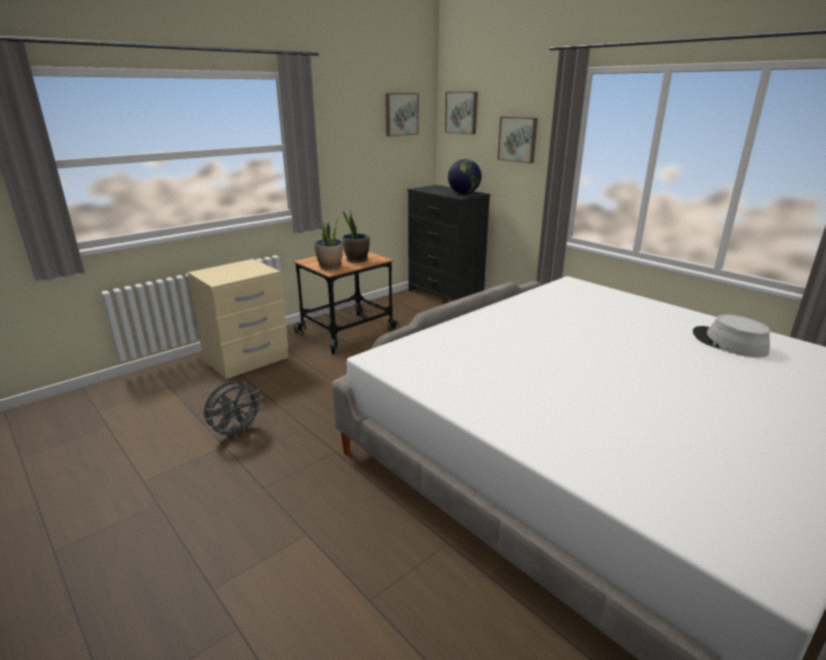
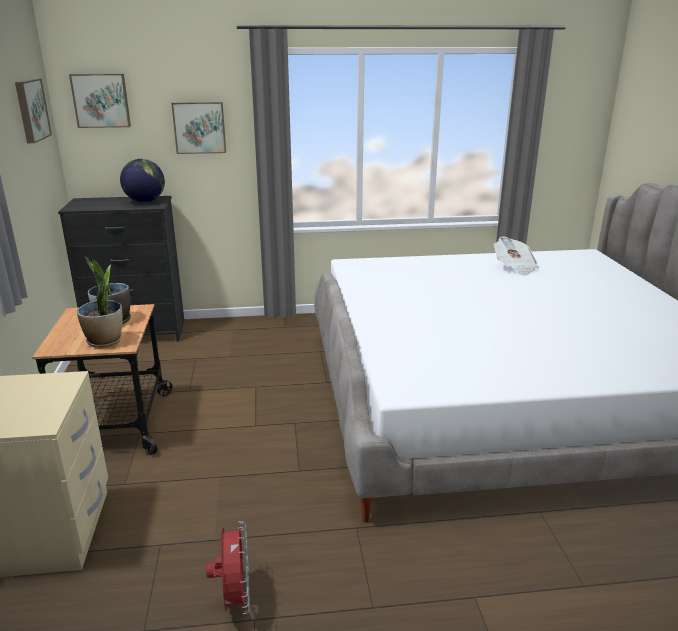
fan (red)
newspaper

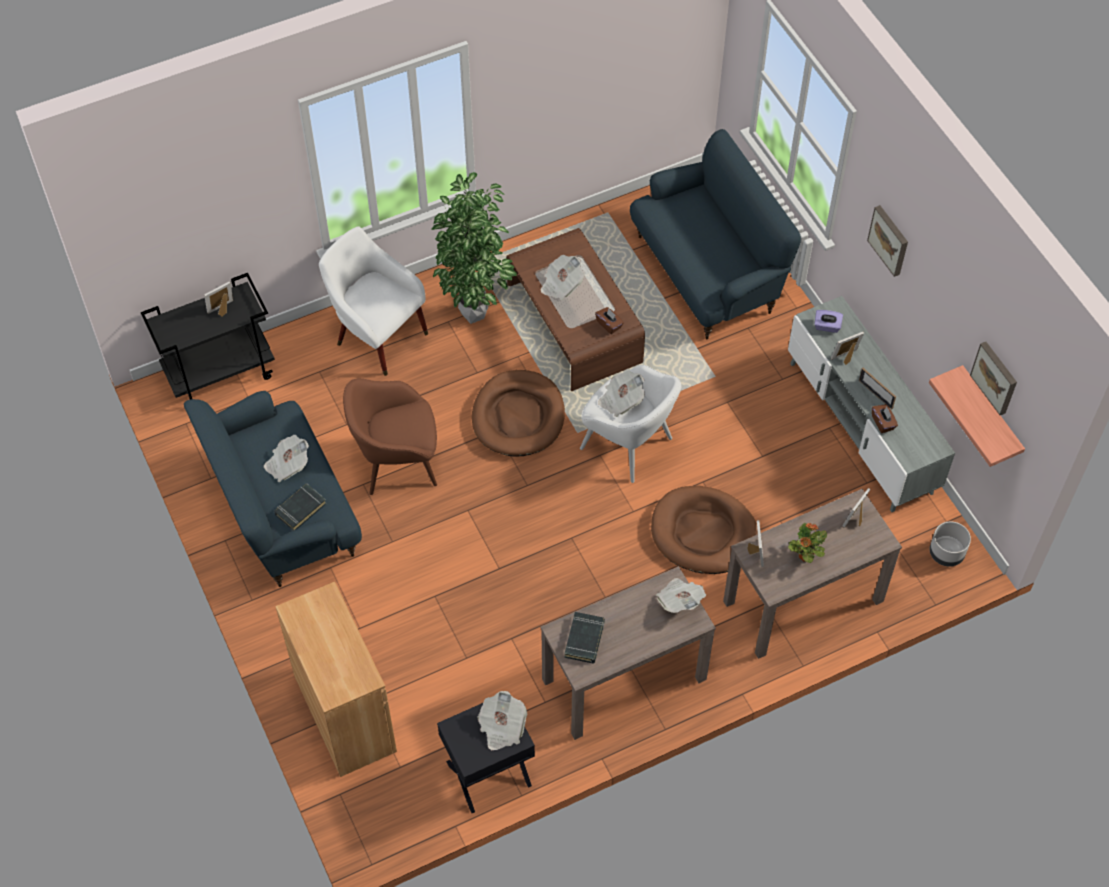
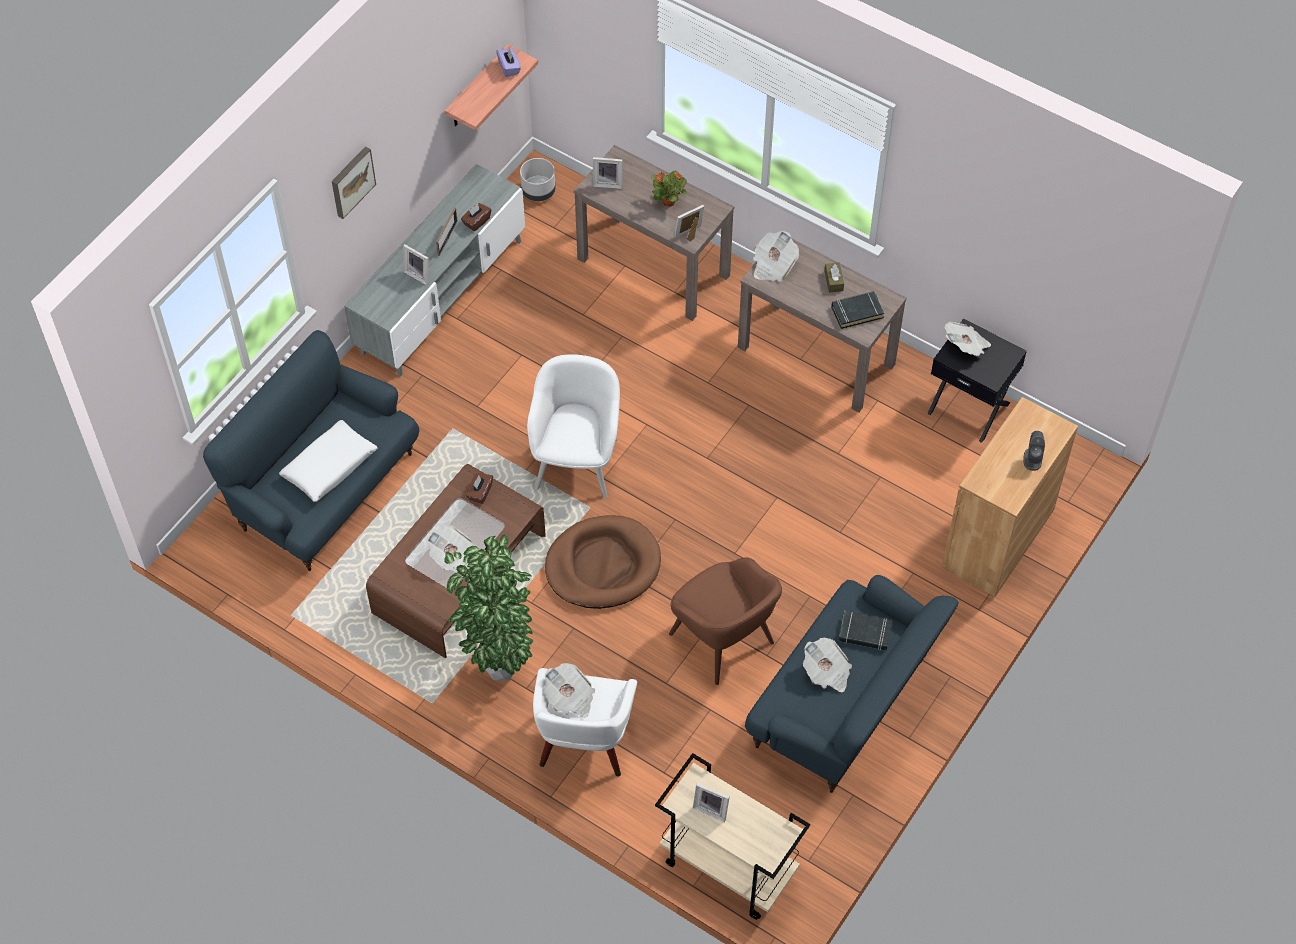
pillow (white)
tissue box (purple)
newspaper (2nd from left)
cart (beige)
tissue box (brown) (3rd from left)
speaker (grey)
dog bed (brown) (2nd from left in the first image)
picture (2nd from left in the first image)

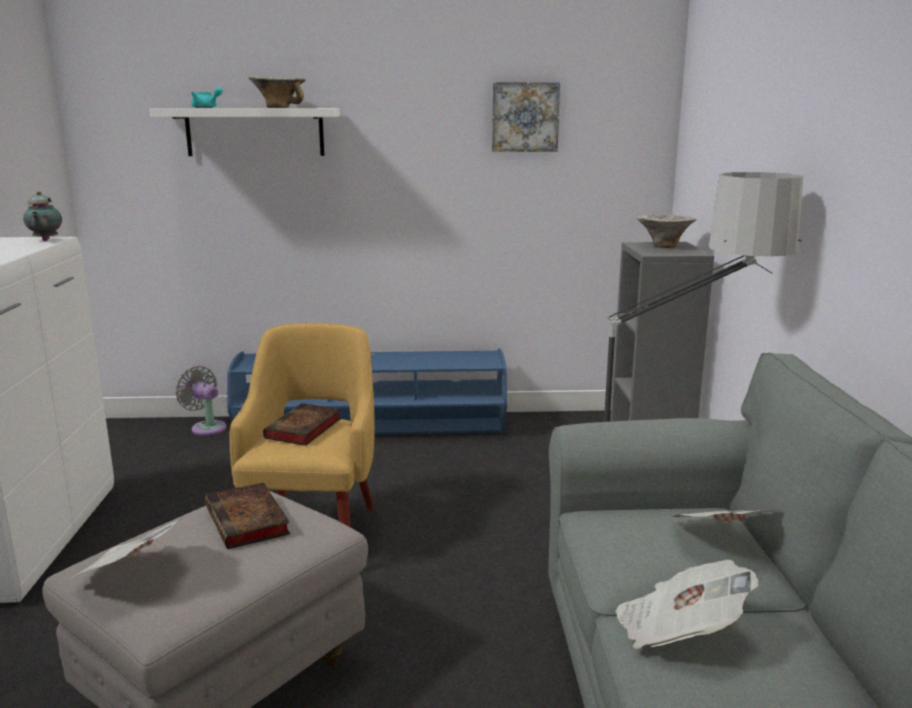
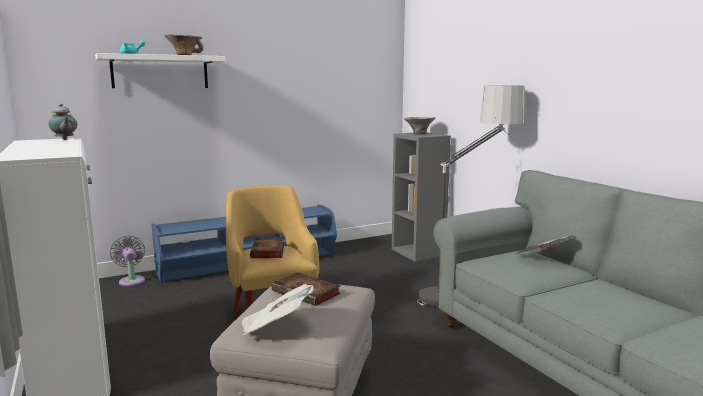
fan (grey)
picture
newspaper (2nd from left in the first image)

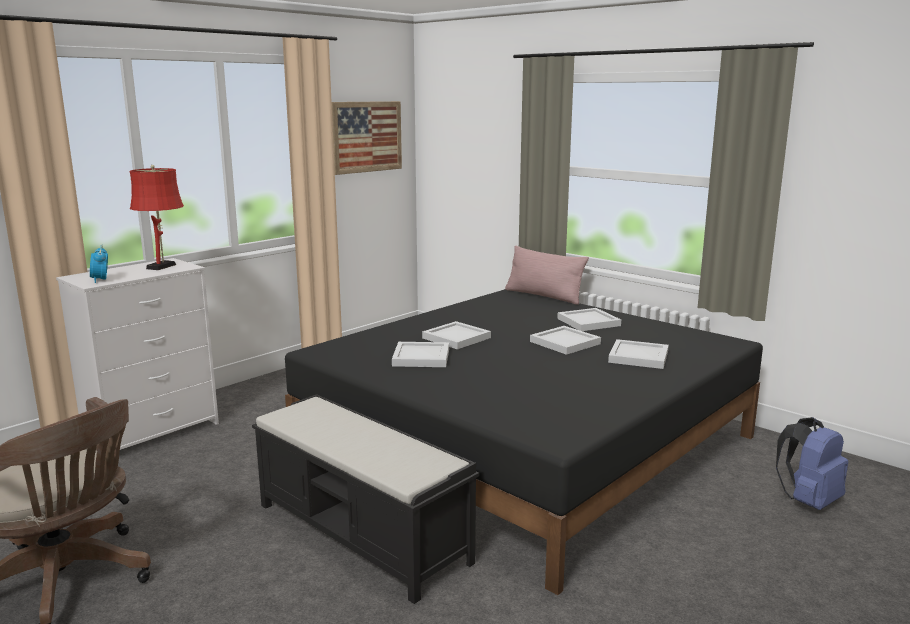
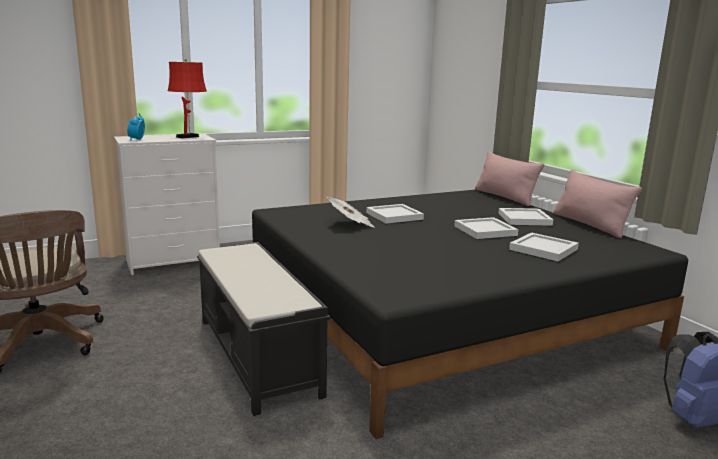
newspaper
pillow (pink) (2nd from left)
picture

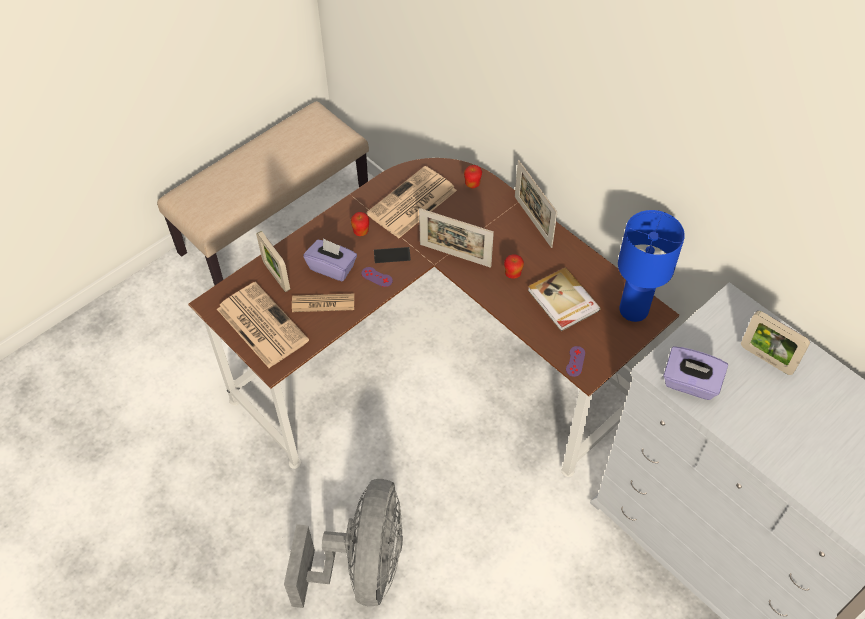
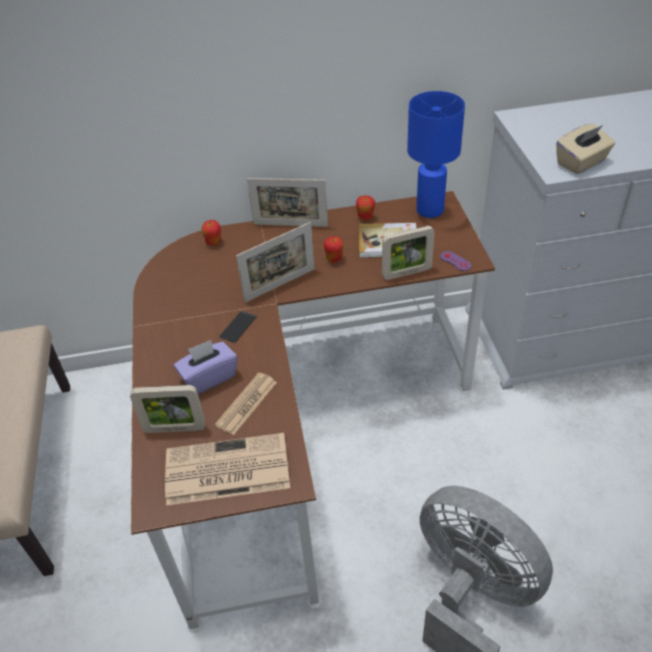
apple (3rd from left)
picture frame (4th from left)
tissue box (beige)
game controller (purple) (1st from left in the first image)
newspaper (3rd from left in the first image)

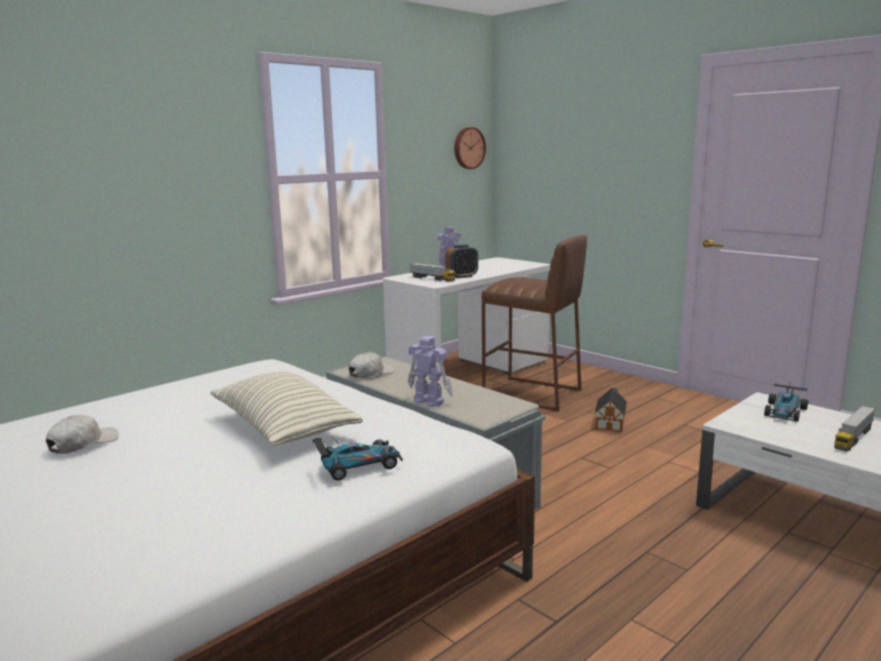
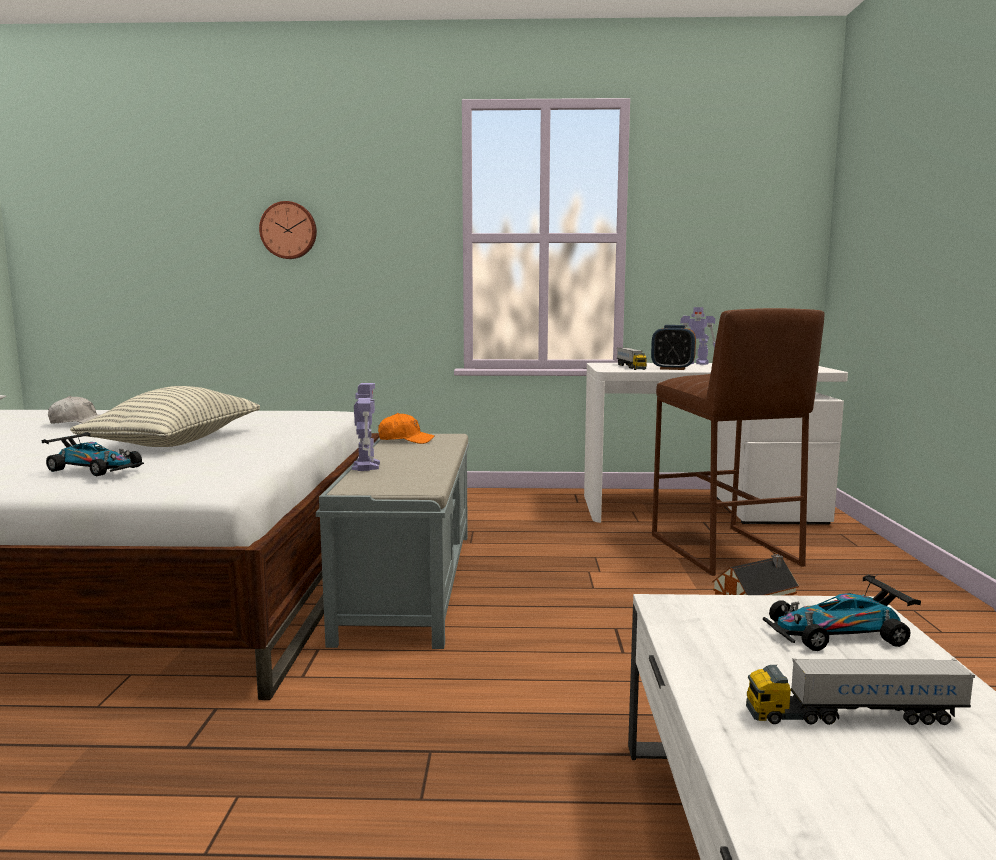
wall clock
cap (orange)

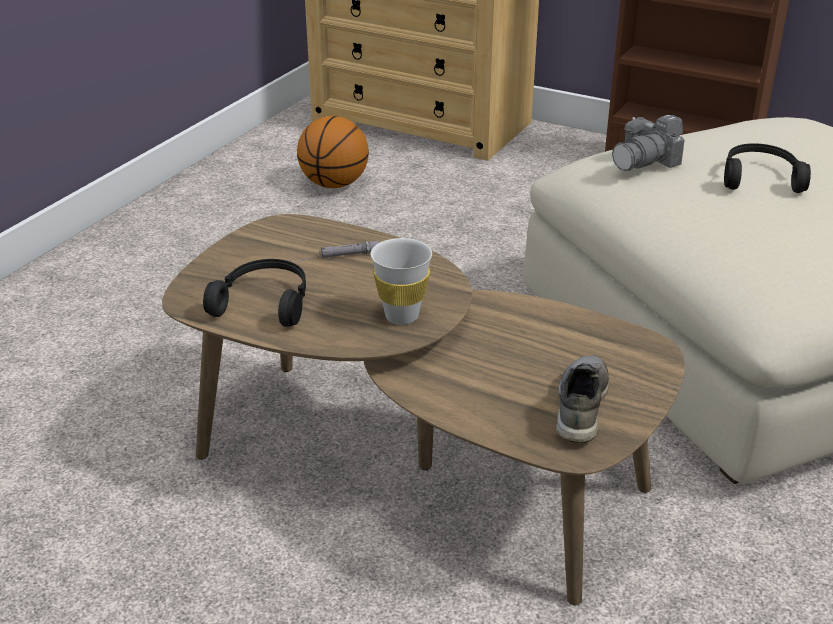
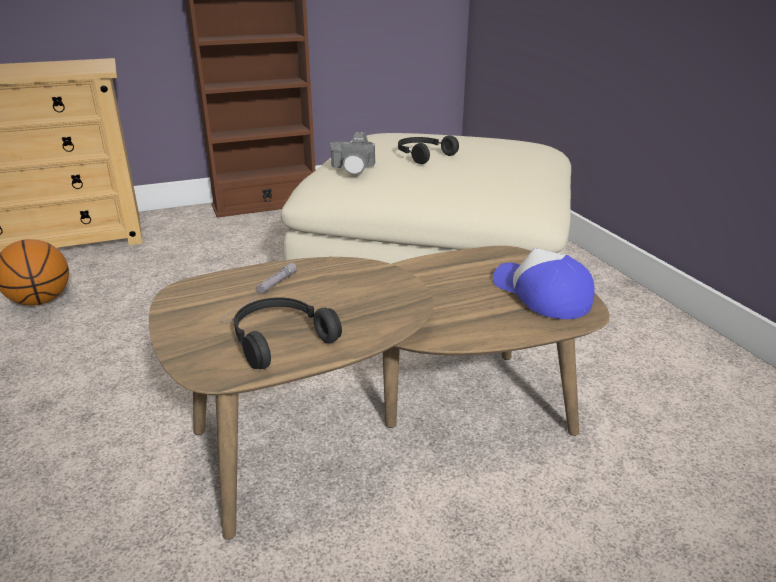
cap
cup (white)

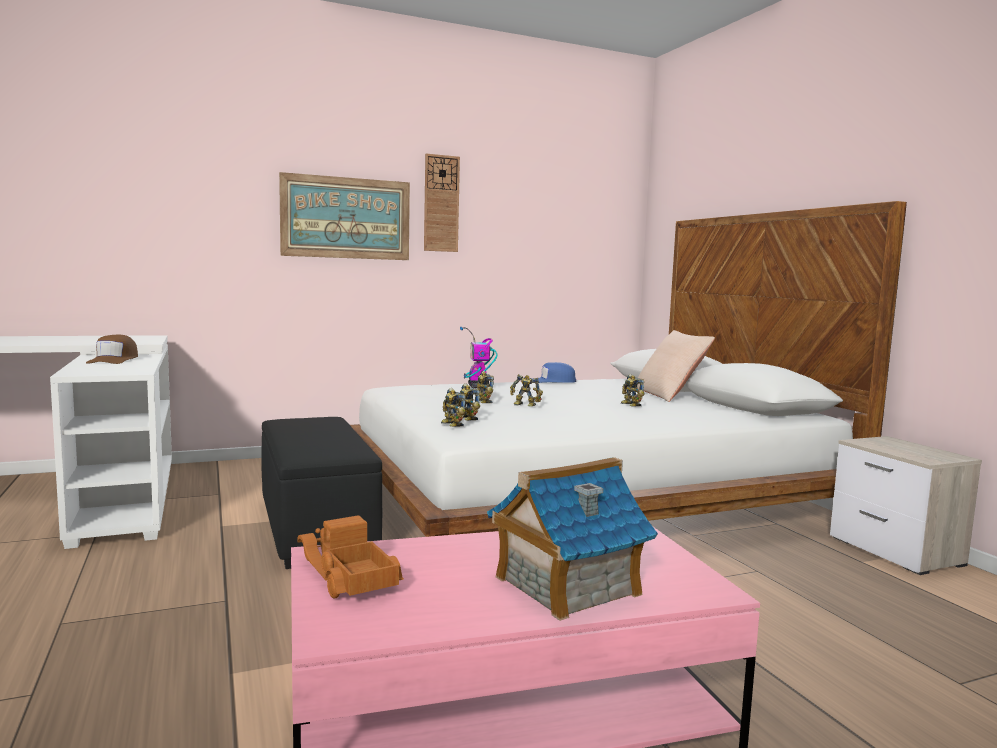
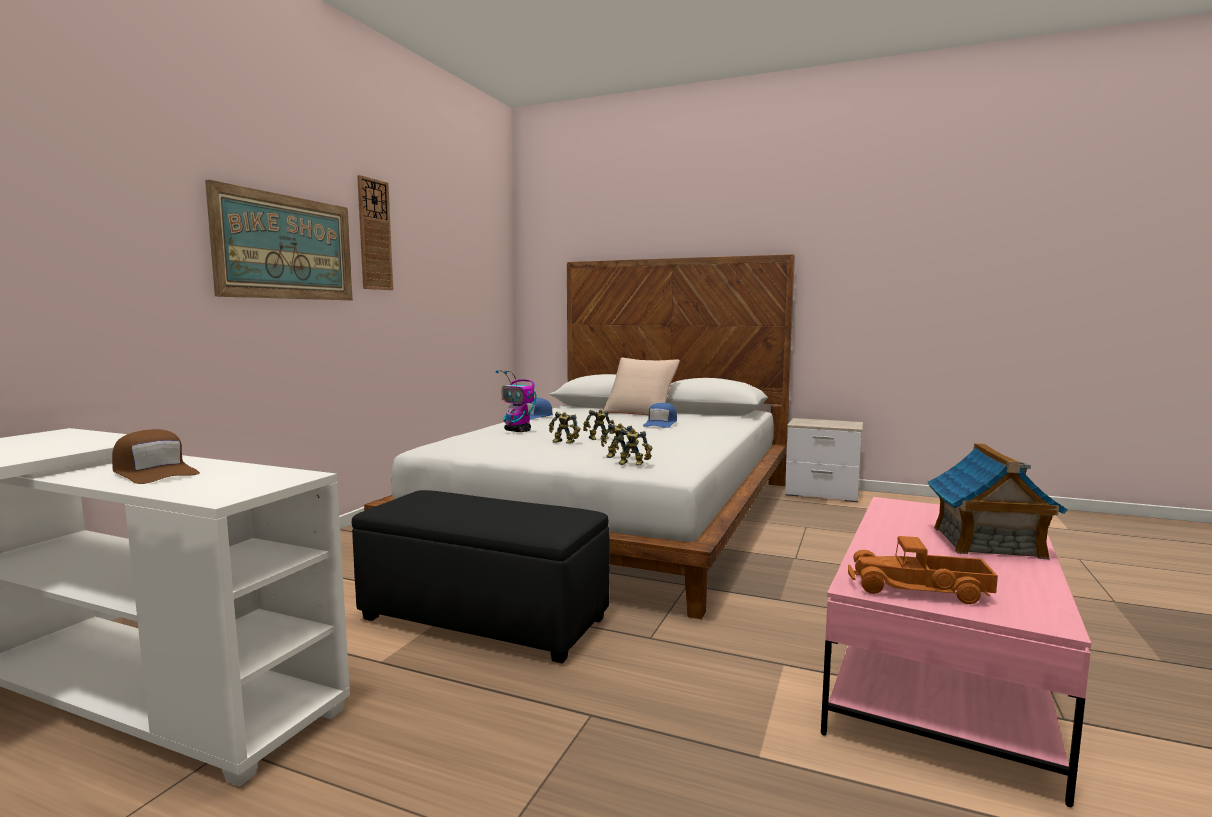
cap (blue) (2nd from left)

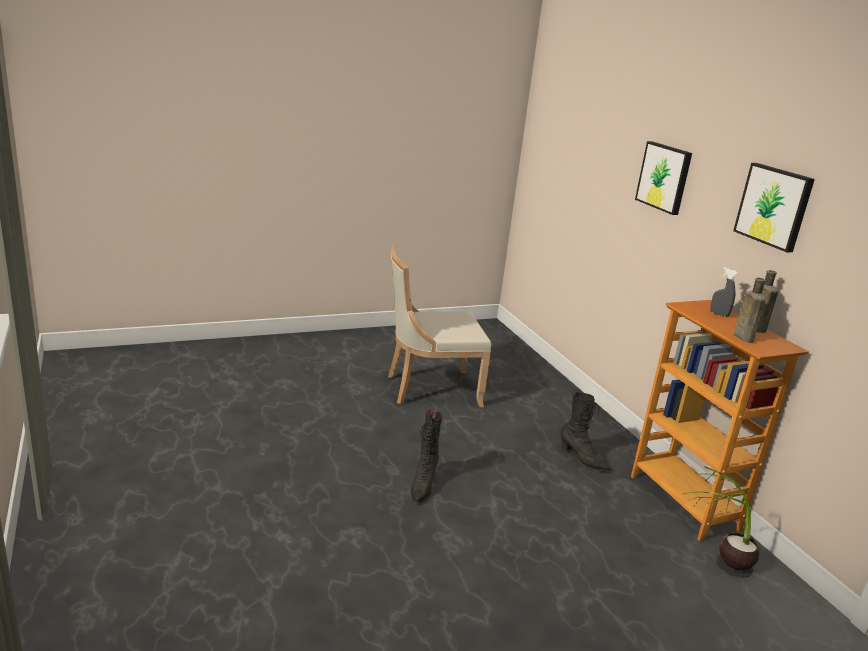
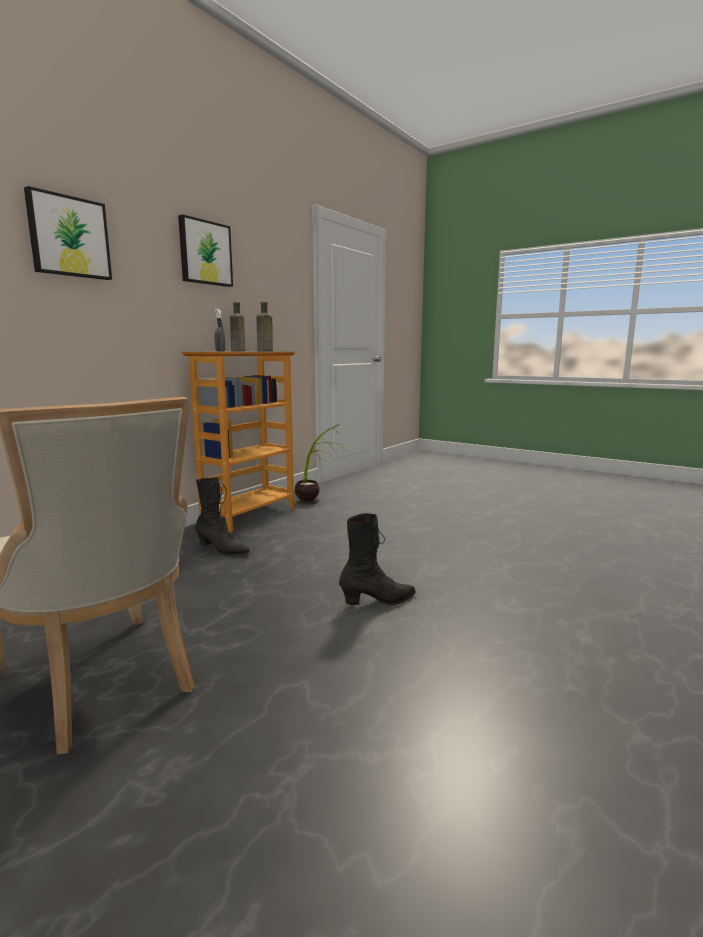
boot (black) (1st from left)

